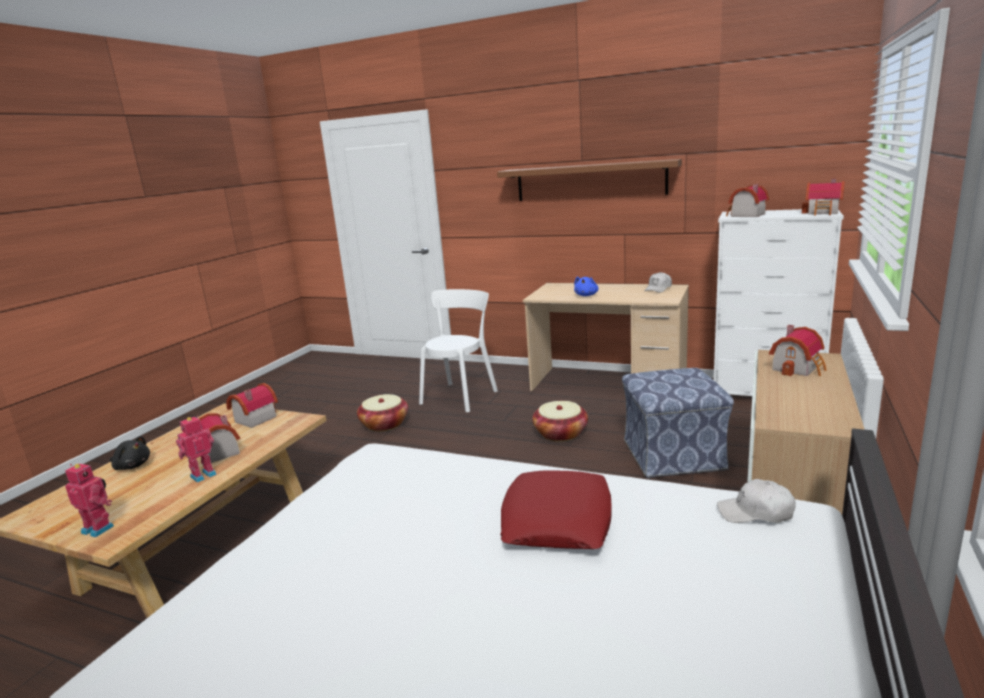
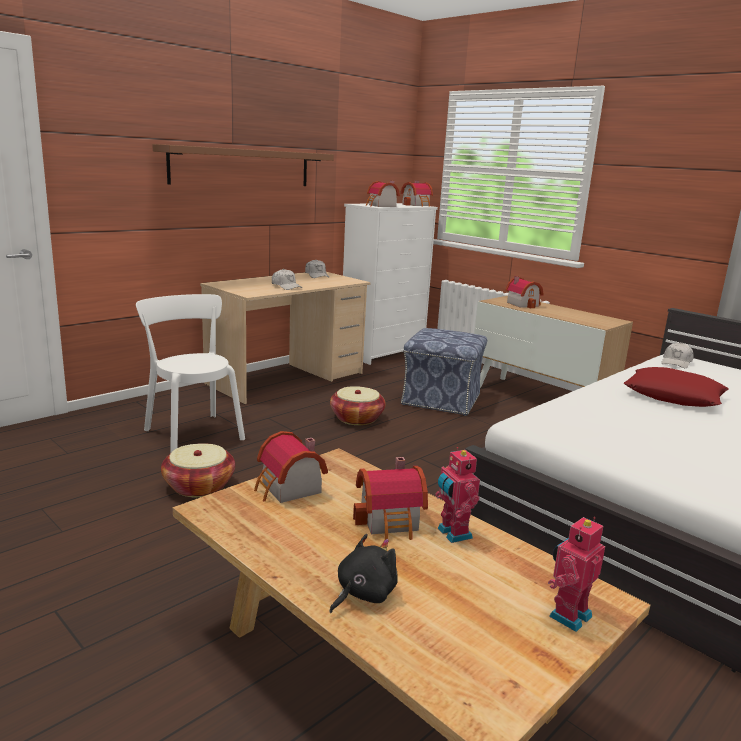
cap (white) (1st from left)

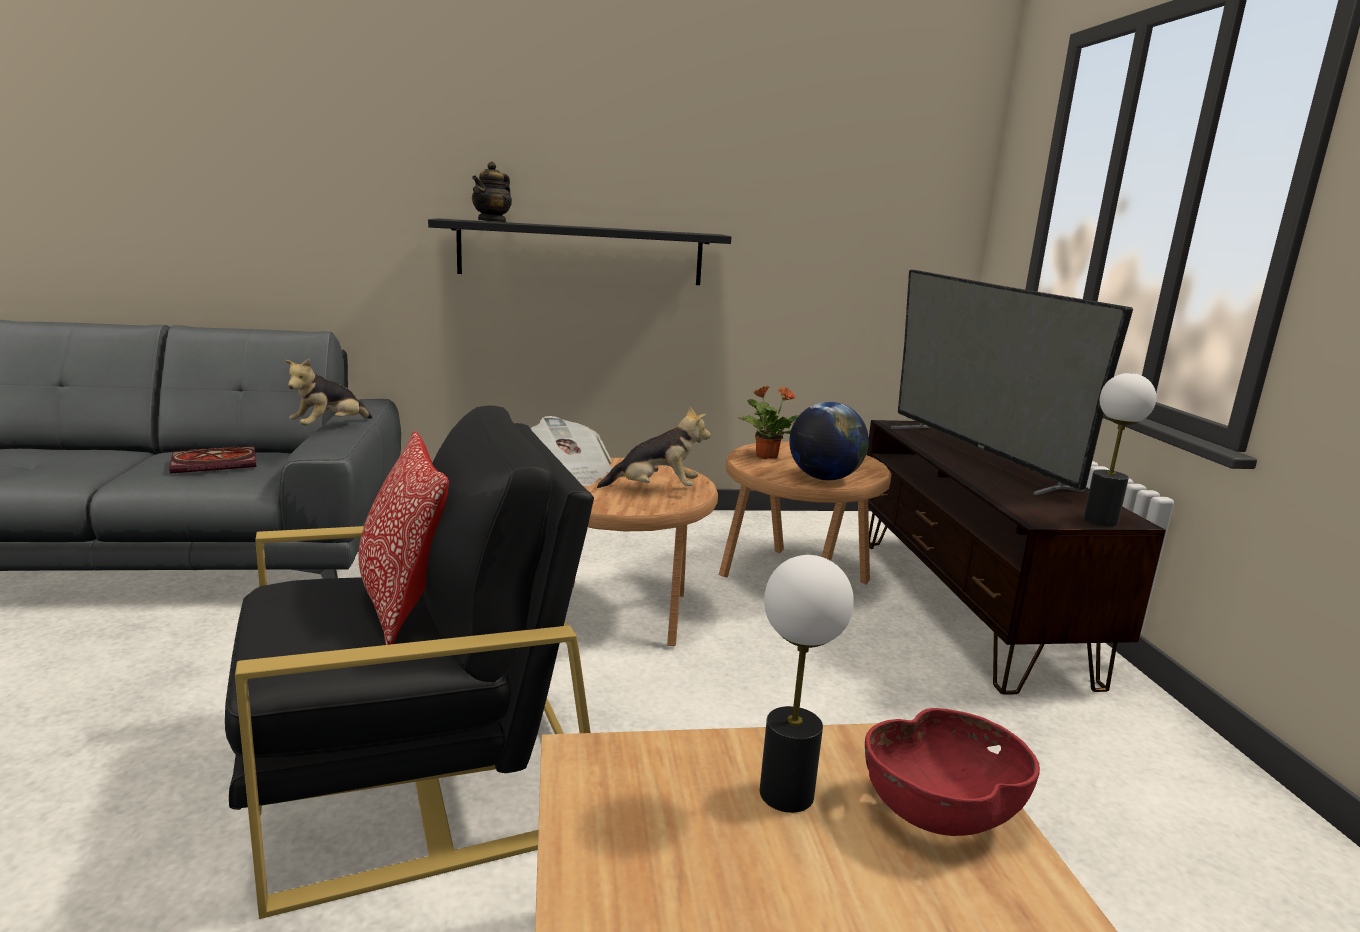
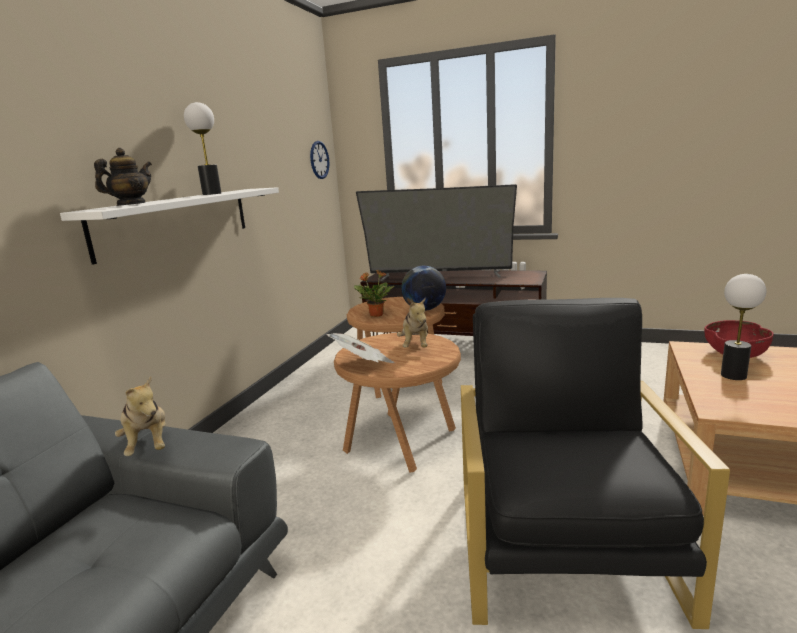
shelf (white)
teapot
table lamp (1st from left)
wall clock
plush toy (2nd from left)
book
pillow

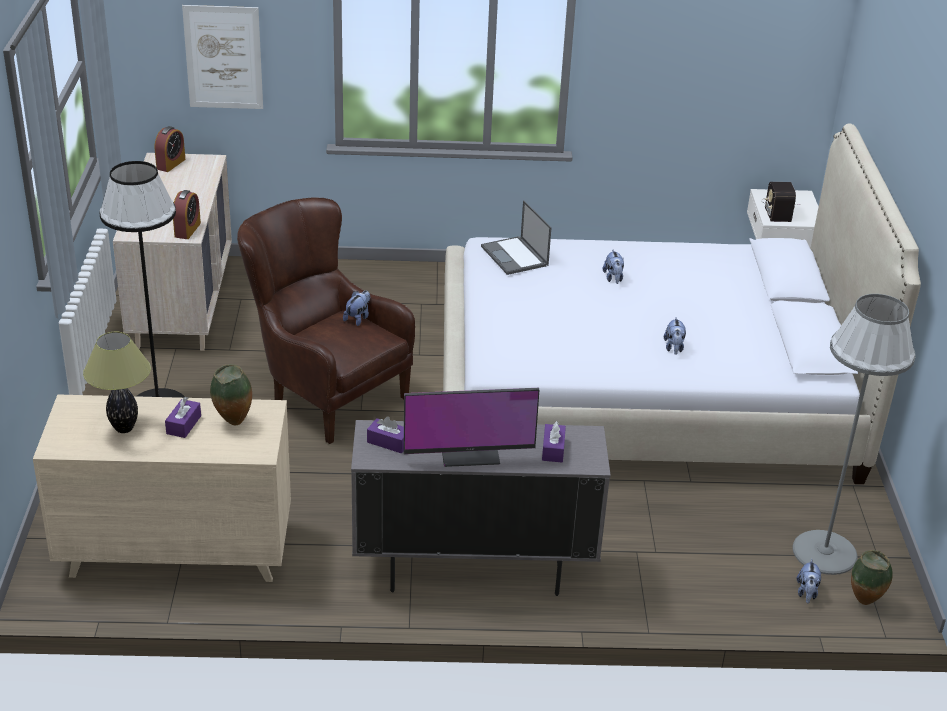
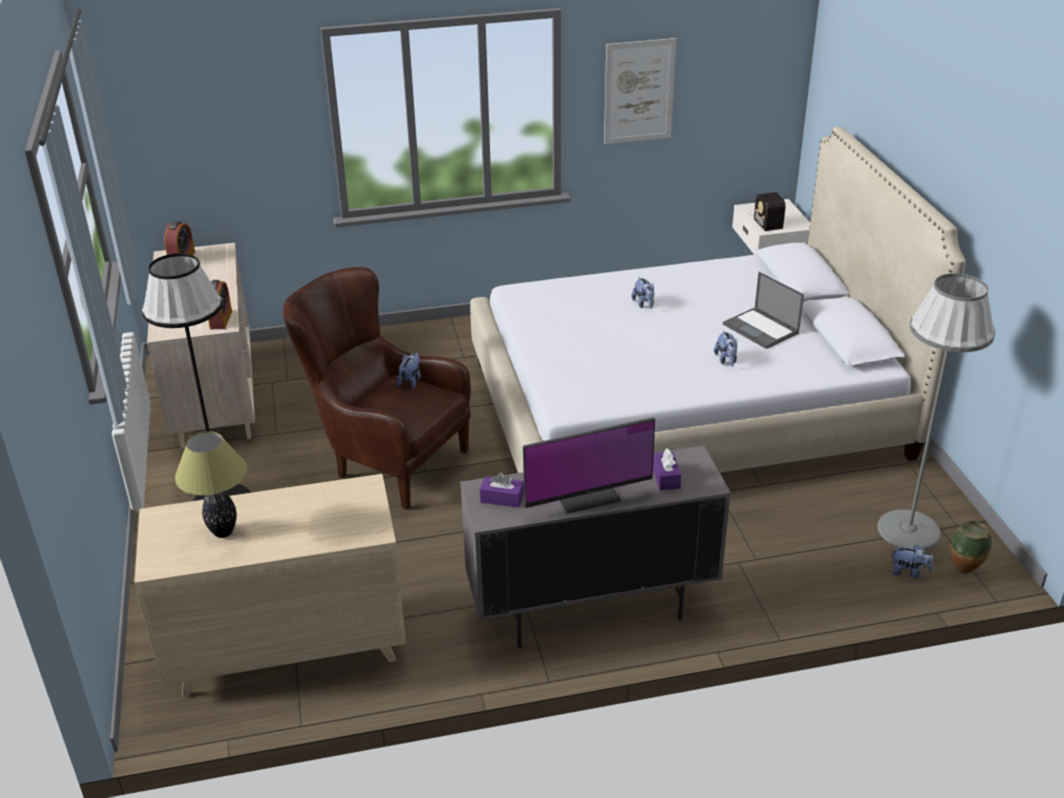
picture
laptop
plush toy (4th from left)
tissue box (purple) (1st from left in the first image)
vase (1st from left in the first image)

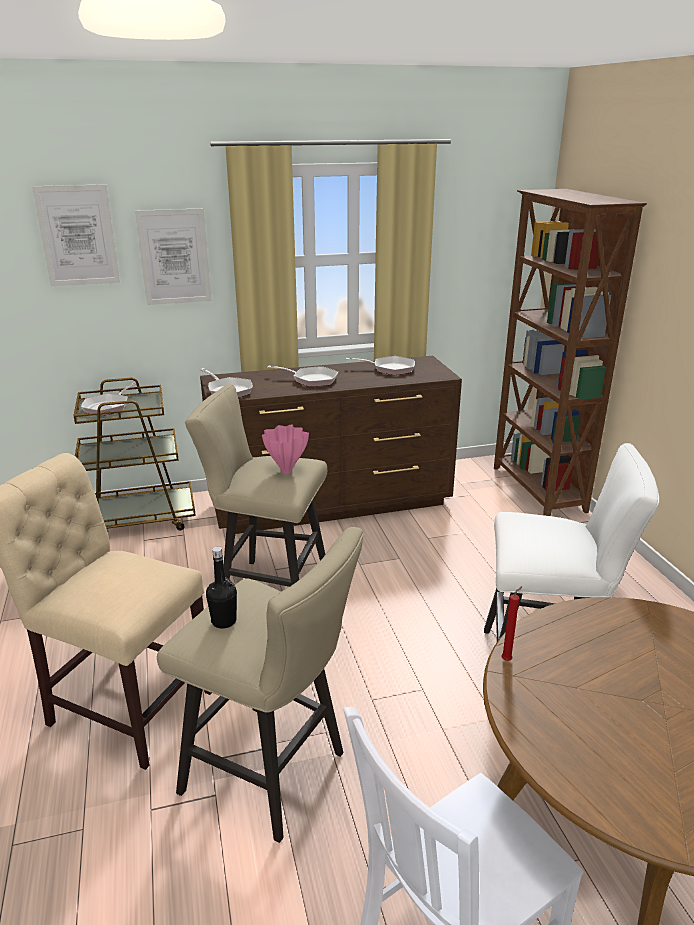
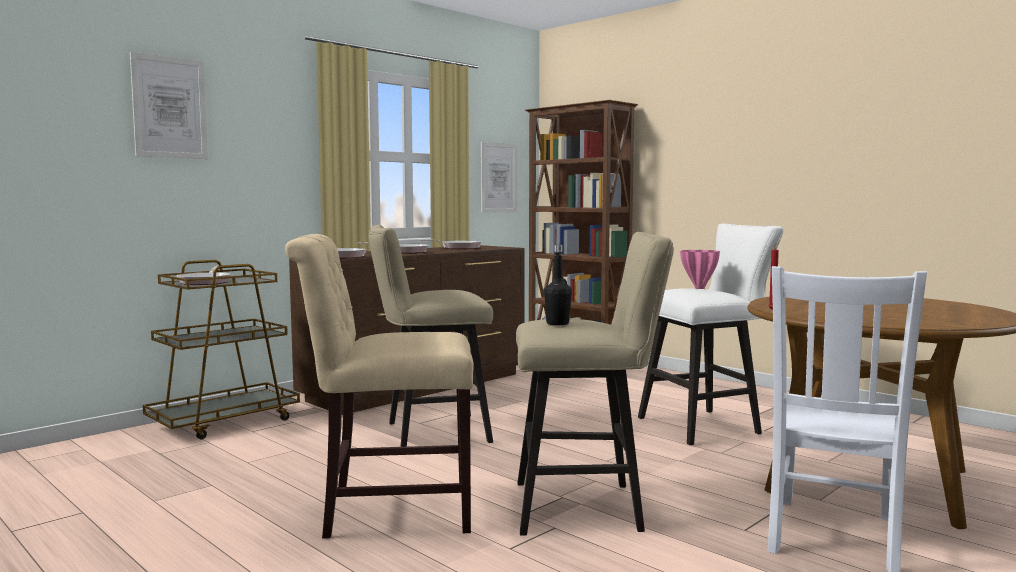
picture (2nd from left)
vase (pink)

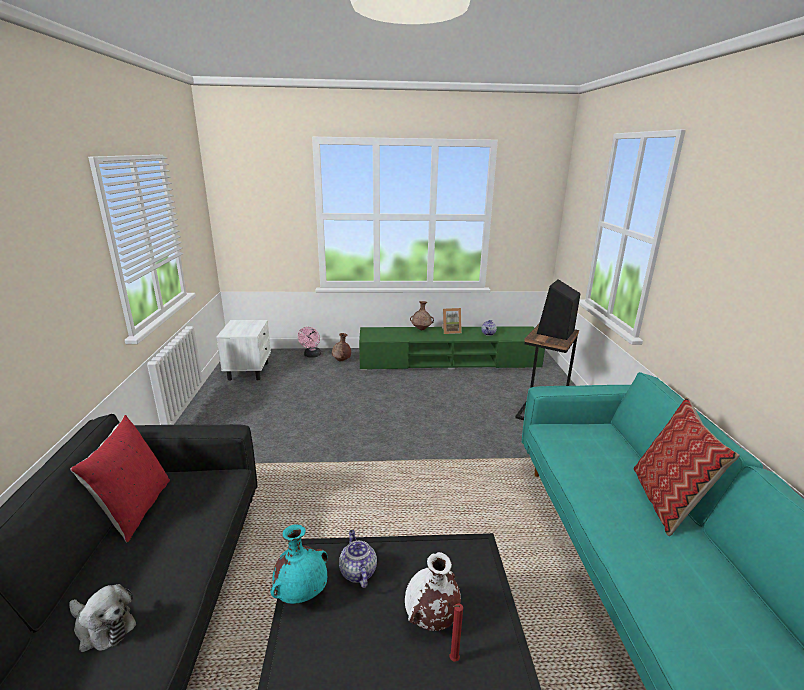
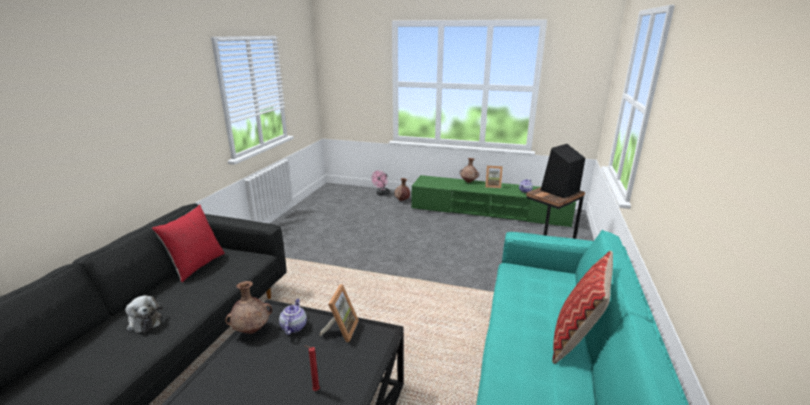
vase (brown) (1st from left)
picture frame (1st from left)
nightstand (white)
vase (white)

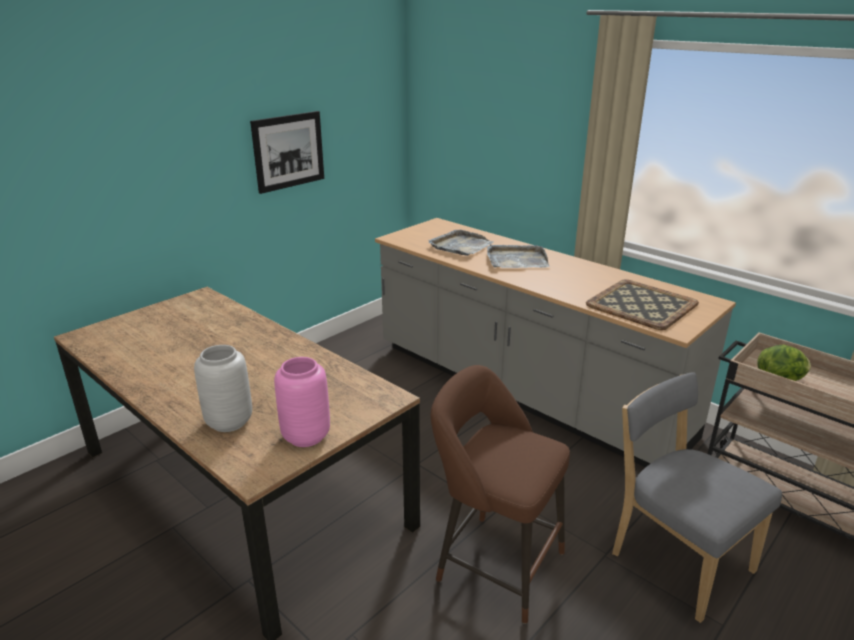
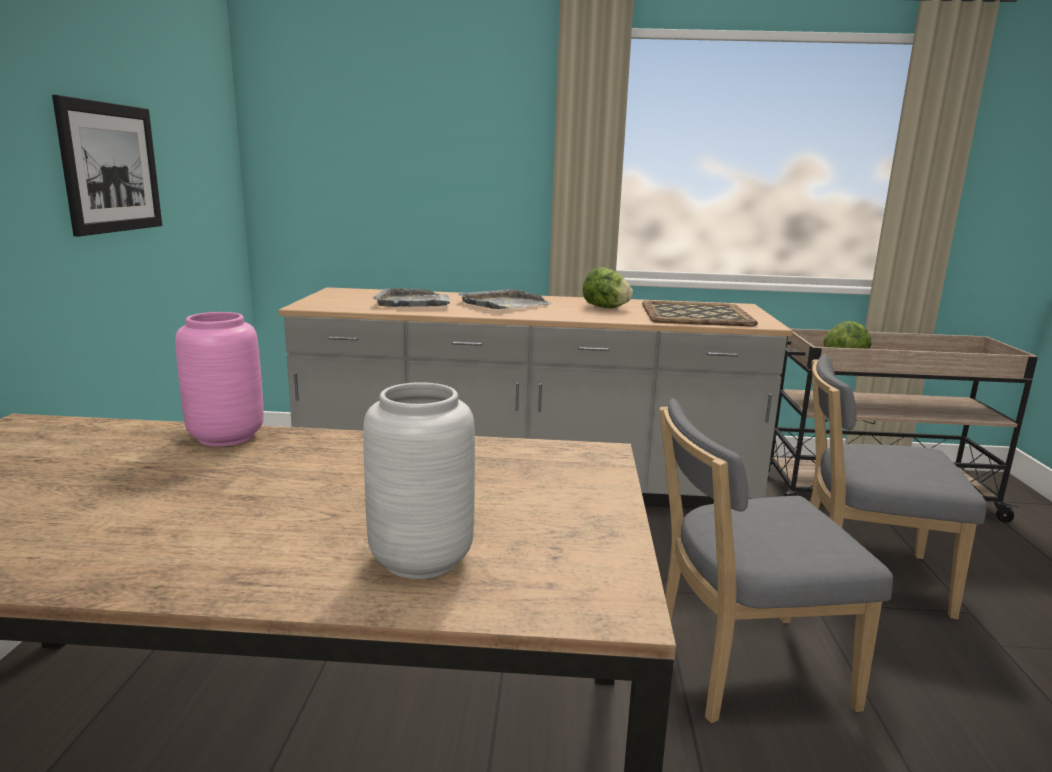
vase (pink)
lettuce (1st from left)
chair (grey) (1st from left)

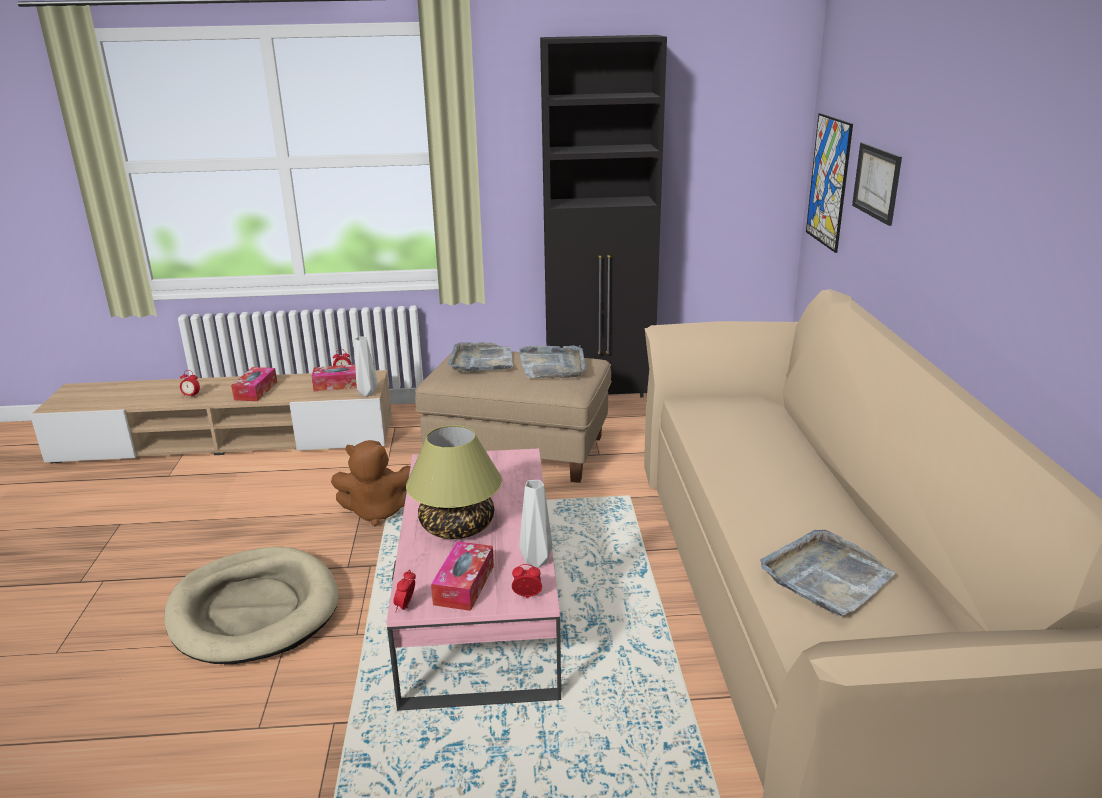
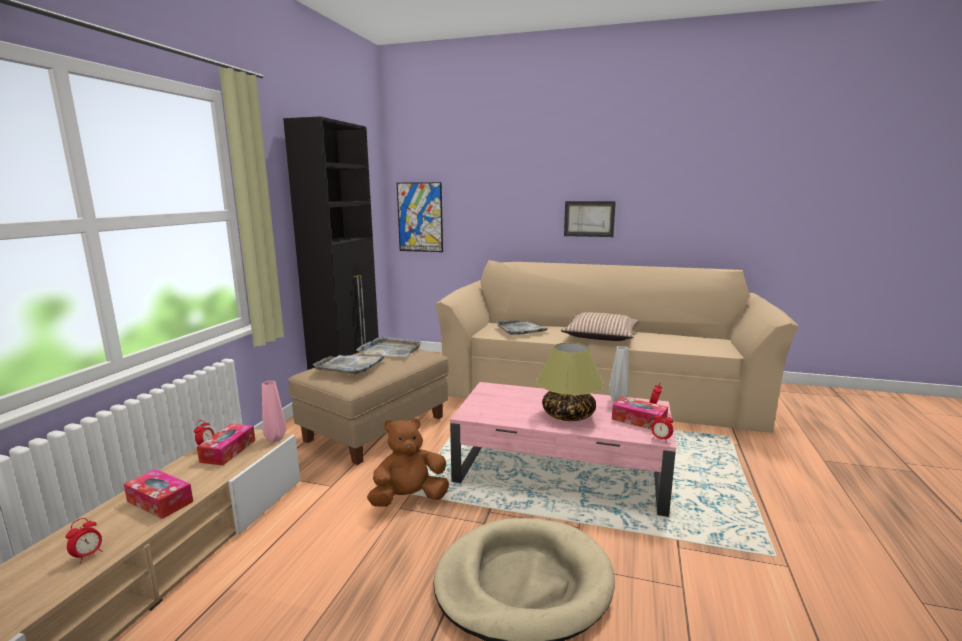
vase (pink)
plush toy (brown)
tray (grey) (3rd from left)
pillow
picture (2nd from left)

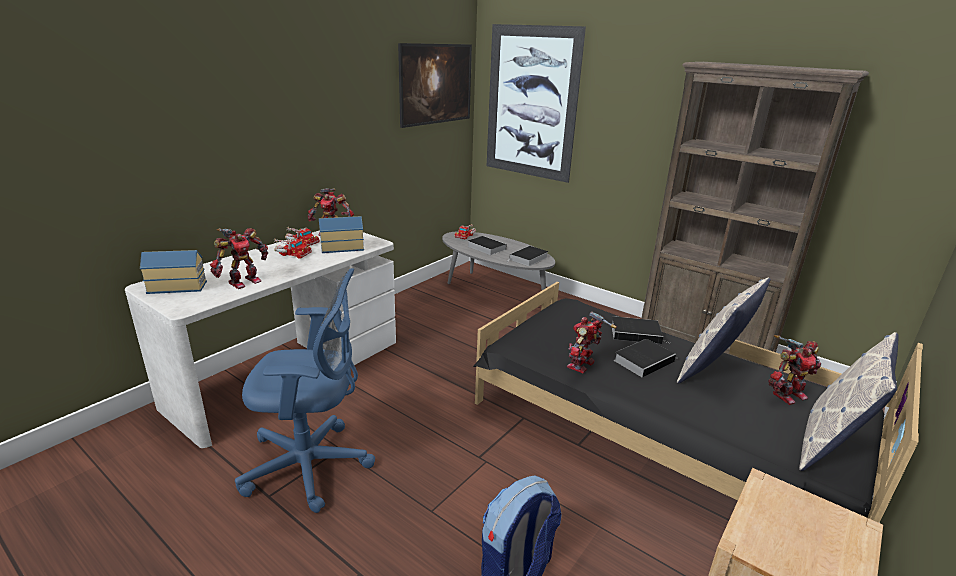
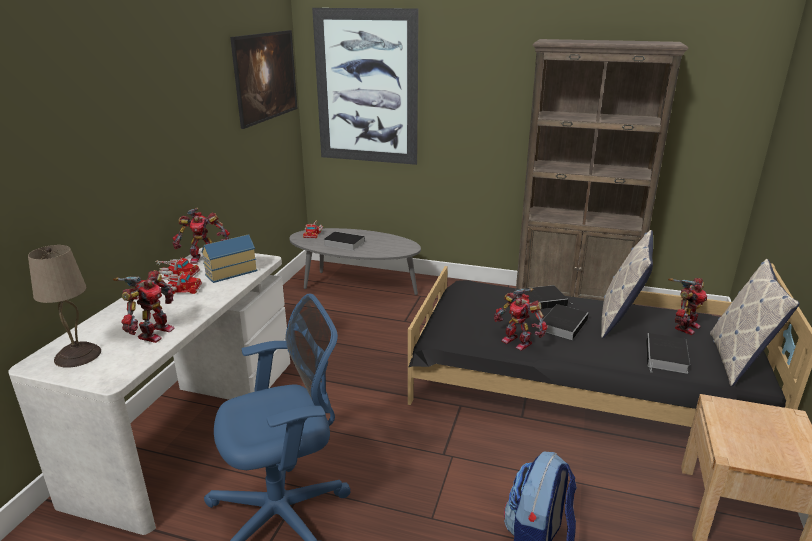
table lamp (beige)
toy robot (3rd from left)
book (4th from left)

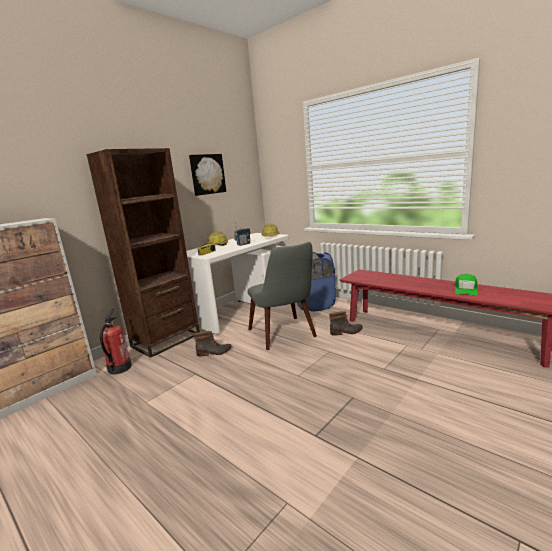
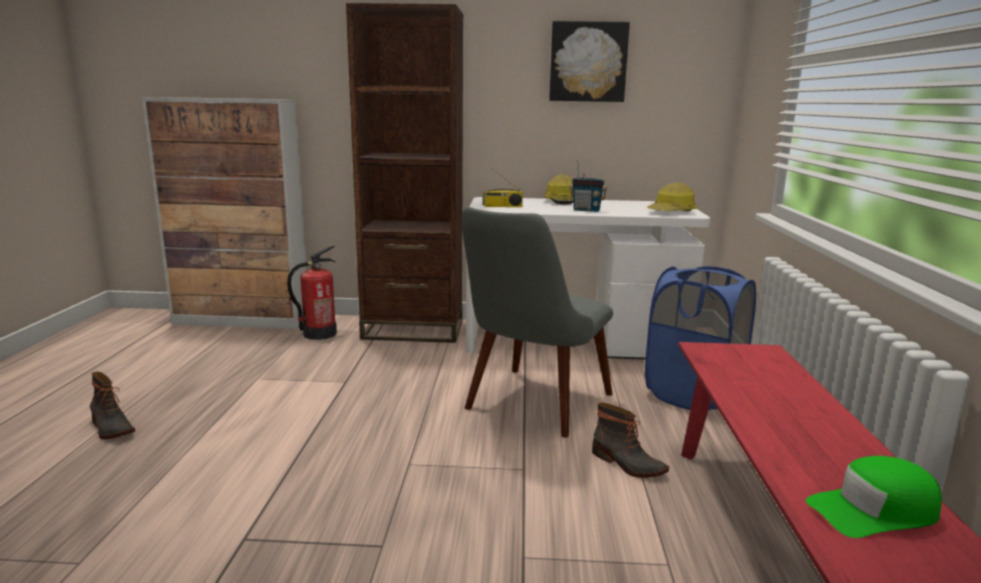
boot (1st from left)

